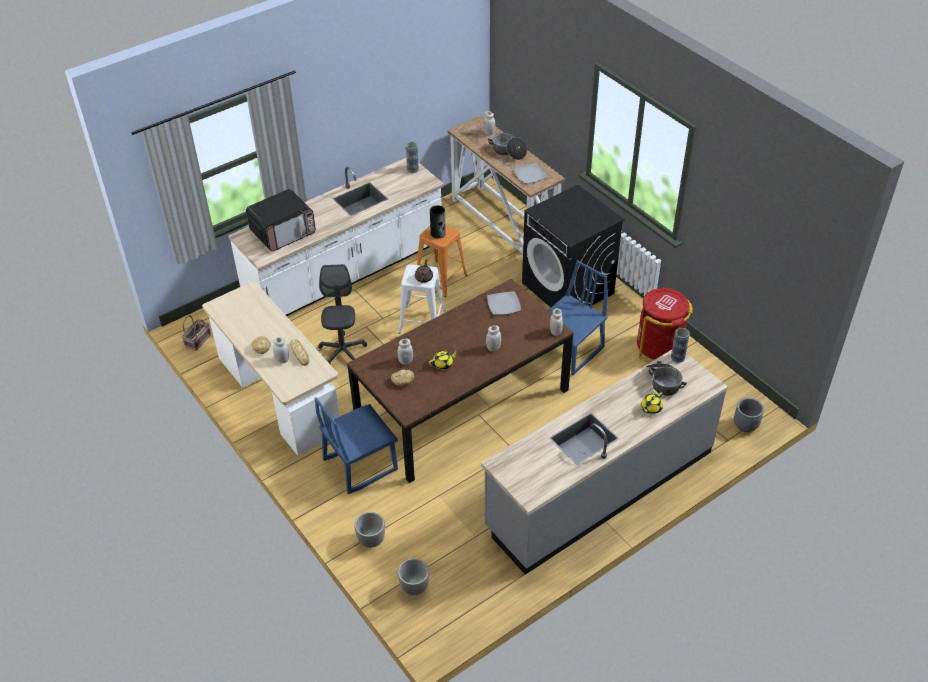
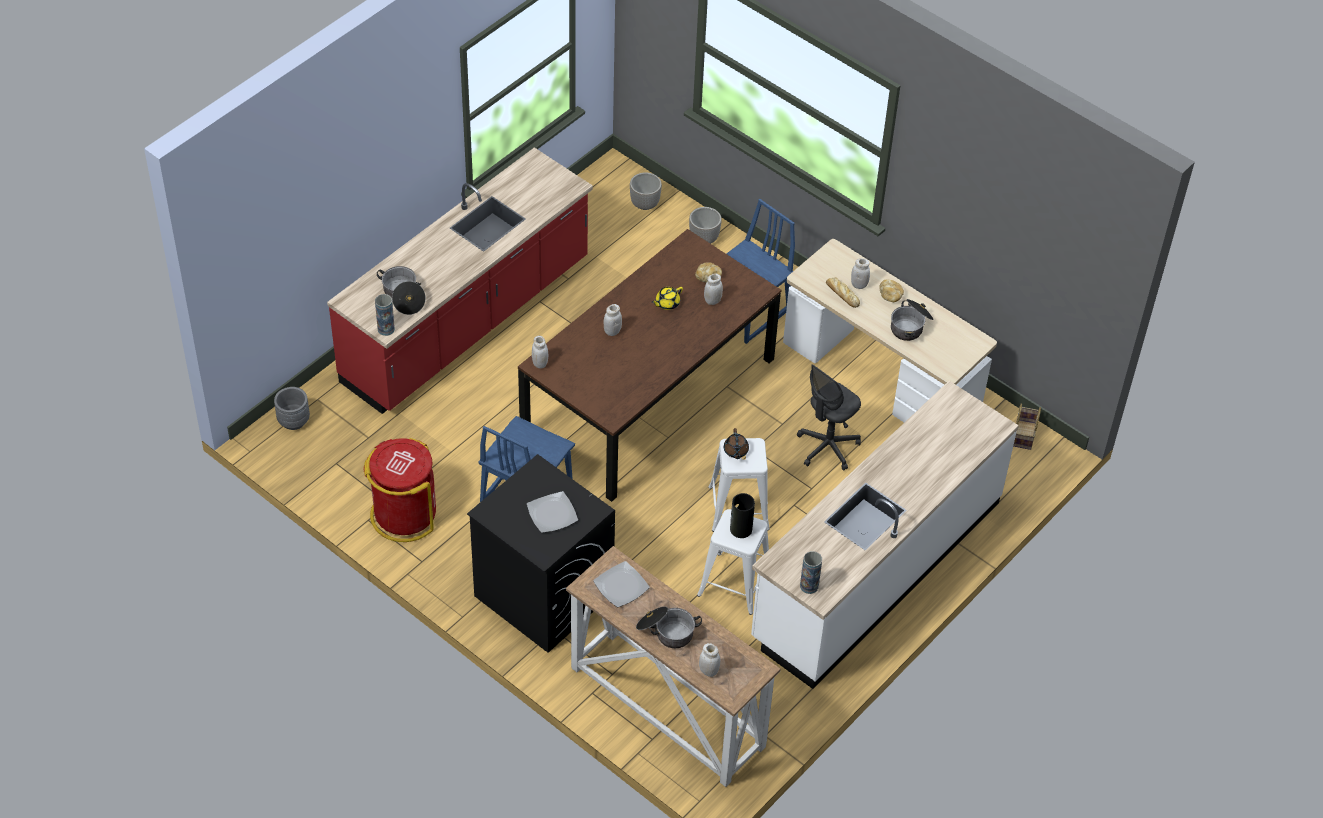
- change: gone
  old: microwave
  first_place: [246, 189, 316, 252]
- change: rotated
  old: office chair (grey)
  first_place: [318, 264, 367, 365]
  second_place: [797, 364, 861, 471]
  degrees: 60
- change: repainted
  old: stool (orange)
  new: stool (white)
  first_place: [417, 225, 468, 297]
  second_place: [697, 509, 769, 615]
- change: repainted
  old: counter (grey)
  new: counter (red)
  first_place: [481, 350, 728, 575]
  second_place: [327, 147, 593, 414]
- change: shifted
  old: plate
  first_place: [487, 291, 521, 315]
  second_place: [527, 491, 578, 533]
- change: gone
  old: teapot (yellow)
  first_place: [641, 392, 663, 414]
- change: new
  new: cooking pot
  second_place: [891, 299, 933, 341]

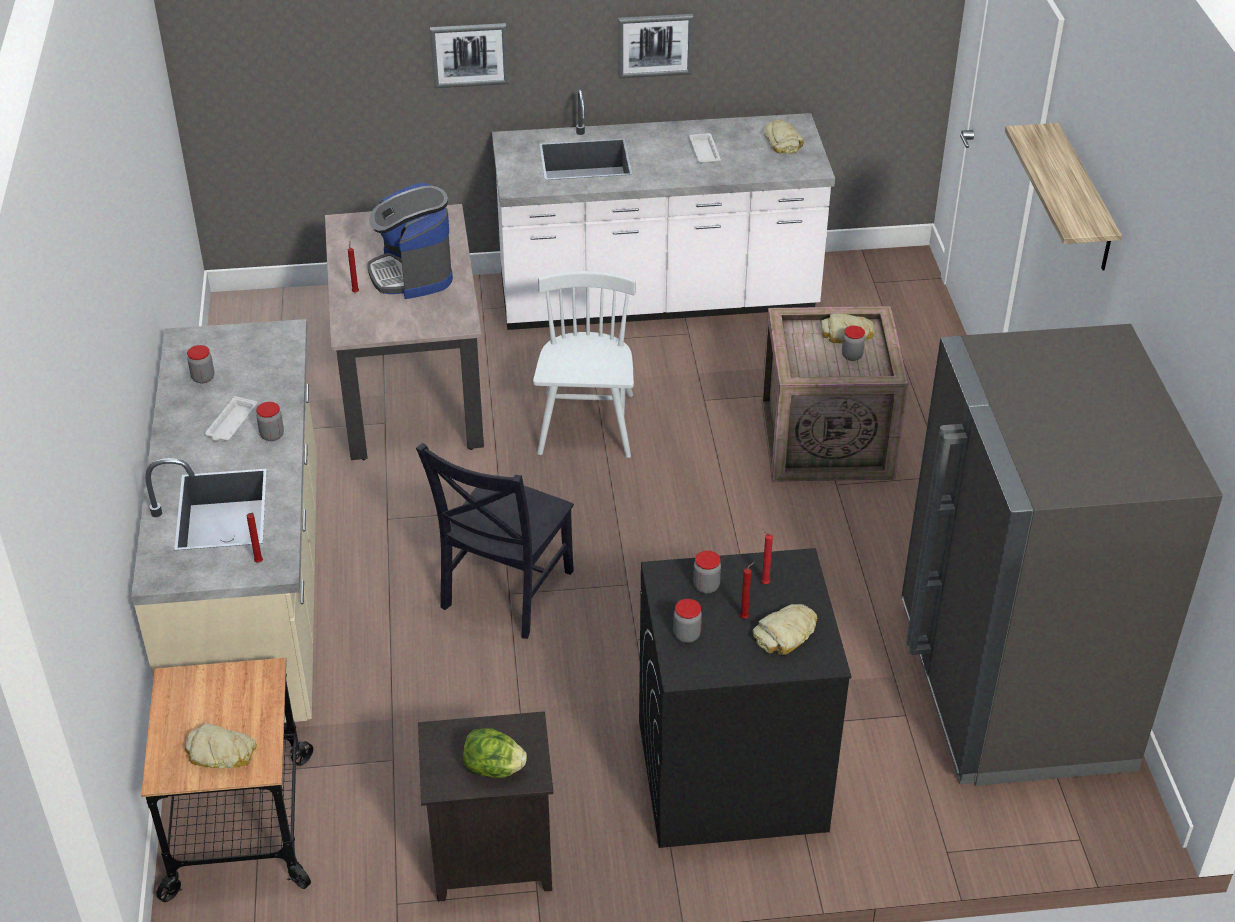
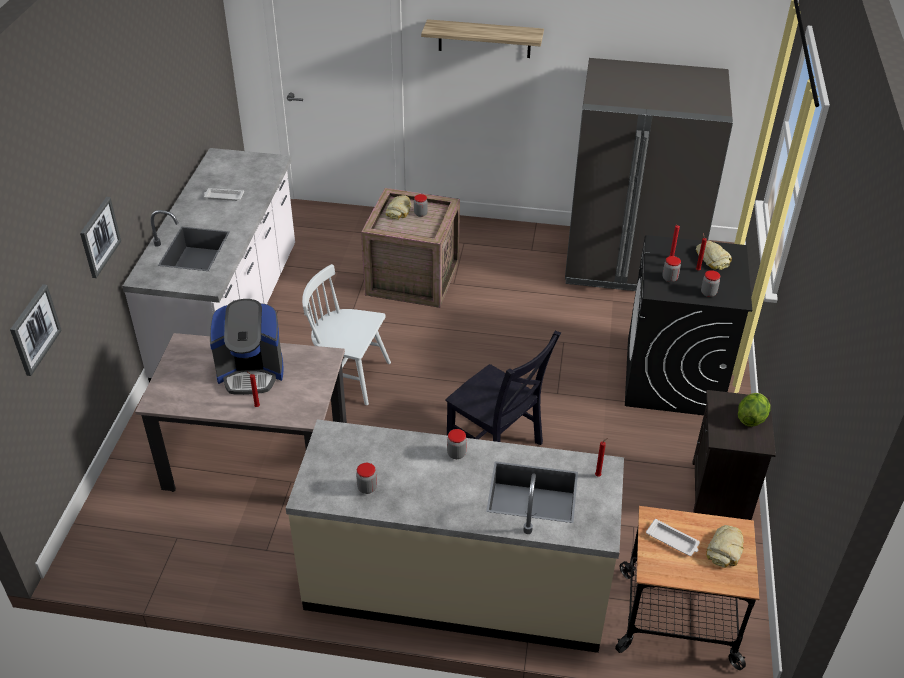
- change: shifted
  old: tray (white)
  first_place: [205, 396, 258, 441]
  second_place: [646, 519, 700, 556]
- change: shifted
  old: picture
  first_place: [618, 14, 694, 78]
  second_place: [10, 284, 62, 376]
- change: gone
  old: bread
  first_place: [763, 119, 804, 154]

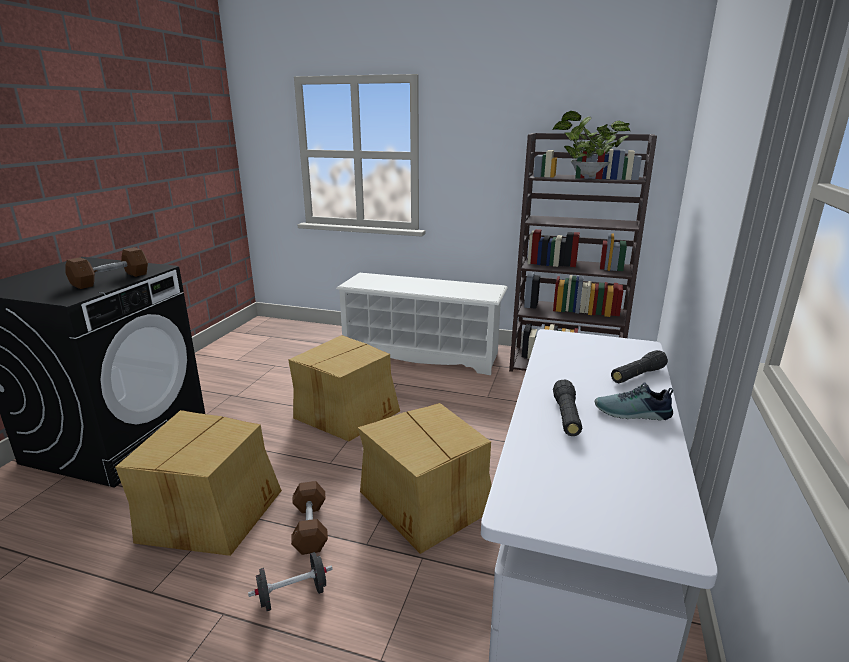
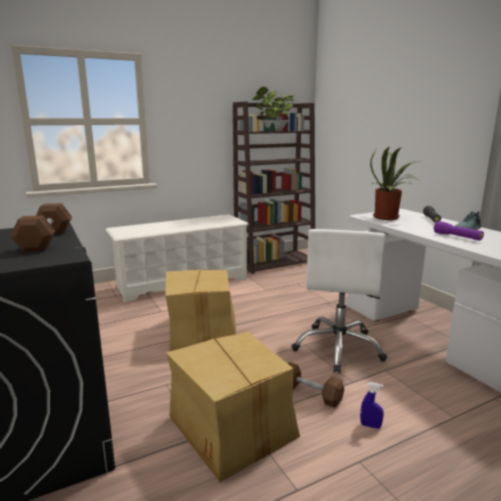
- change: swapped
  old: dumbbell (black)
  new: spray bottle (blue)
  first_place: [248, 552, 333, 611]
  second_place: [360, 382, 384, 429]
- change: swapped
  old: cardboard box
  new: office chair (white)
  first_place: [358, 403, 492, 554]
  second_place: [292, 229, 387, 373]
- change: repainted
  old: flashlight (black)
  new: flashlight (purple)
  first_place: [553, 379, 582, 436]
  second_place: [433, 221, 484, 240]
- change: new
  new: potted plant
  second_place: [370, 146, 420, 220]

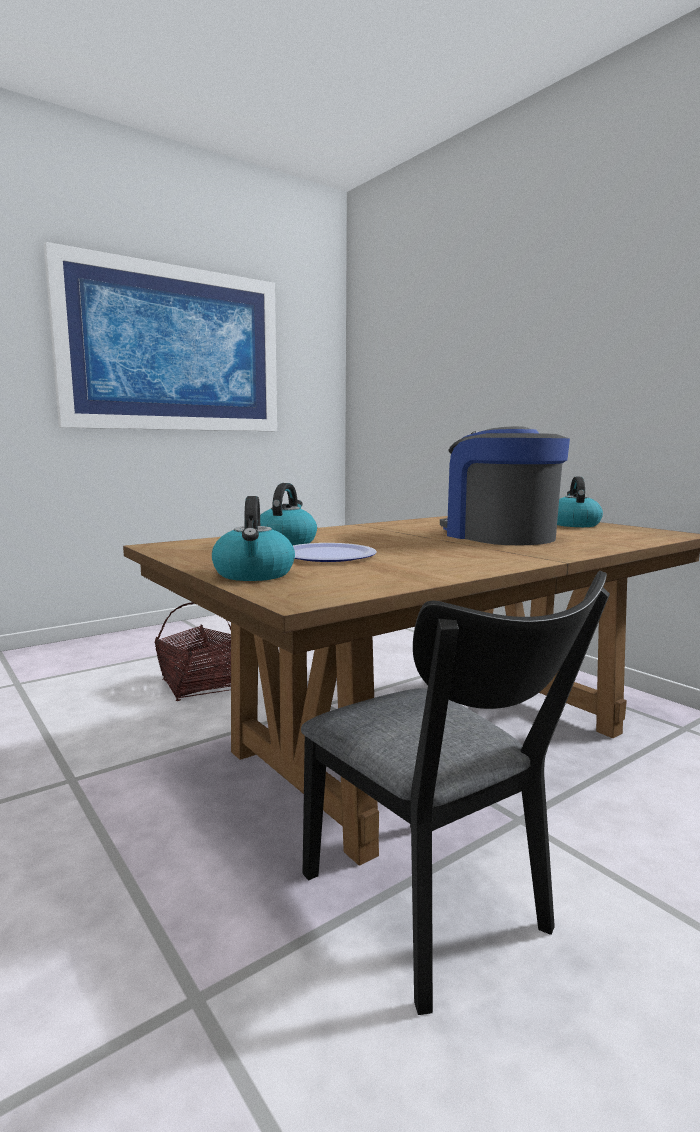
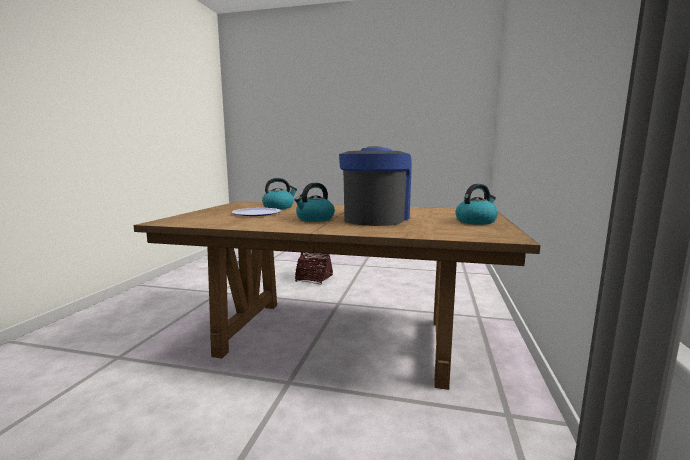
- change: gone
  old: picture
  first_place: [43, 242, 277, 431]
- change: shifted
  old: kettle
  first_place: [212, 496, 295, 581]
  second_place: [294, 183, 335, 222]
- change: gone
  old: chair (black)
  first_place: [301, 571, 610, 1015]

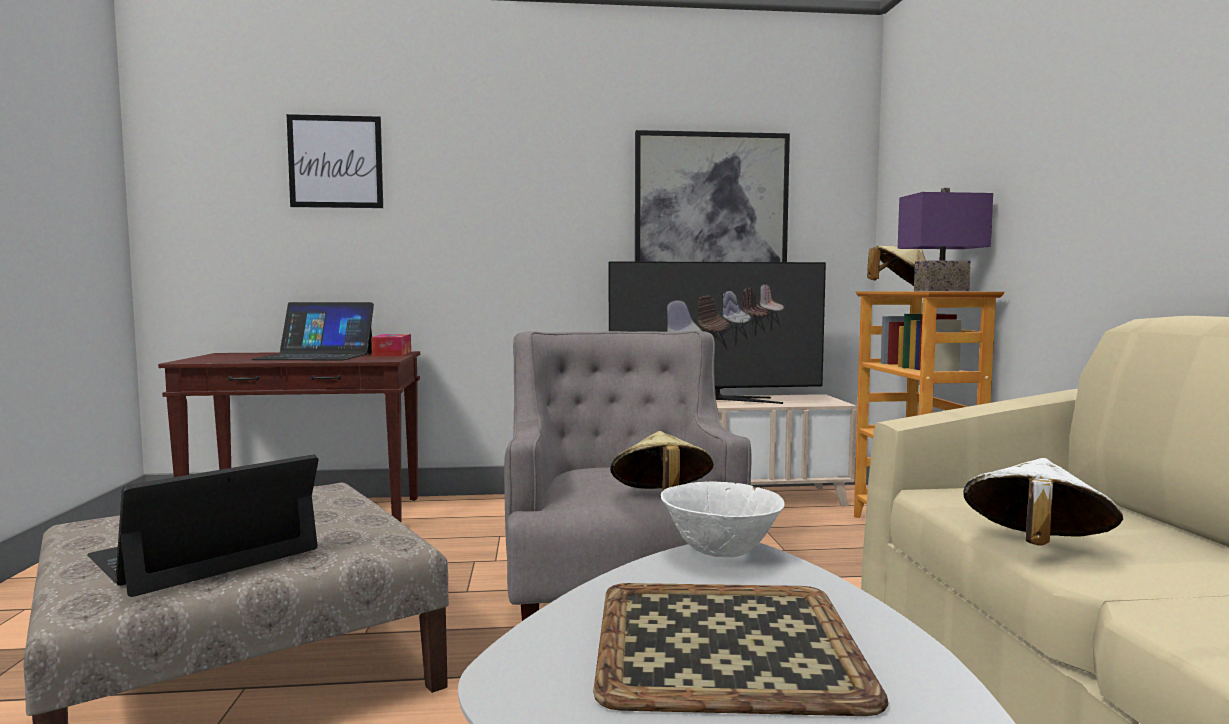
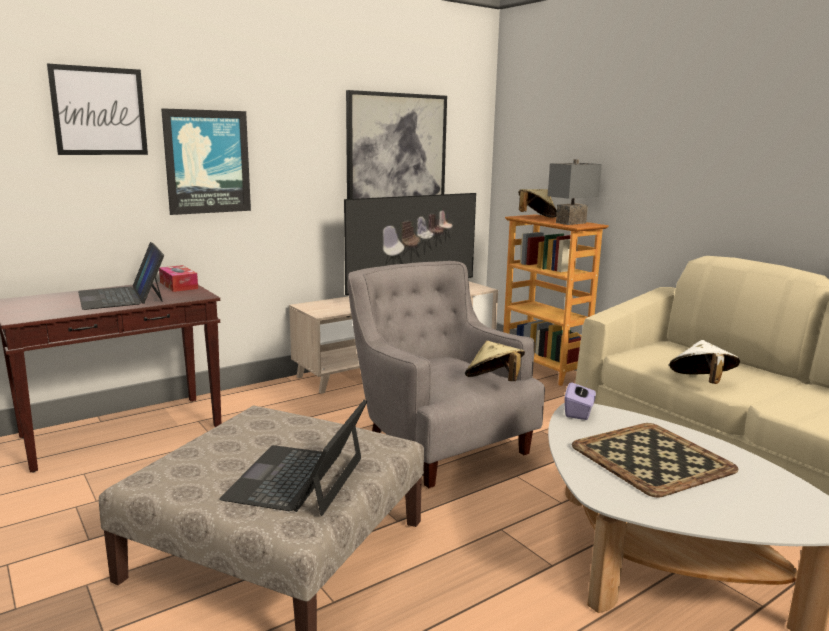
- change: rotated
  old: laptop
  first_place: [251, 302, 374, 360]
  second_place: [78, 242, 164, 310]
  degrees: 90
- change: swapped
  old: bowl (white)
  new: tissue box (purple)
  first_place: [661, 482, 785, 557]
  second_place: [565, 381, 596, 420]
- change: repainted
  old: table lamp (purple)
  new: table lamp (grey)
  first_place: [898, 188, 993, 291]
  second_place: [548, 159, 602, 225]
- change: new
  new: picture
  second_place: [161, 108, 251, 215]

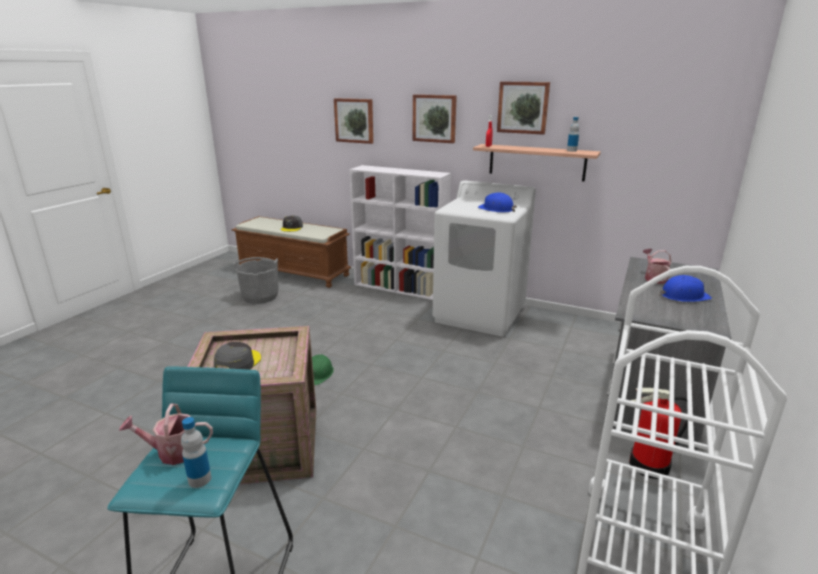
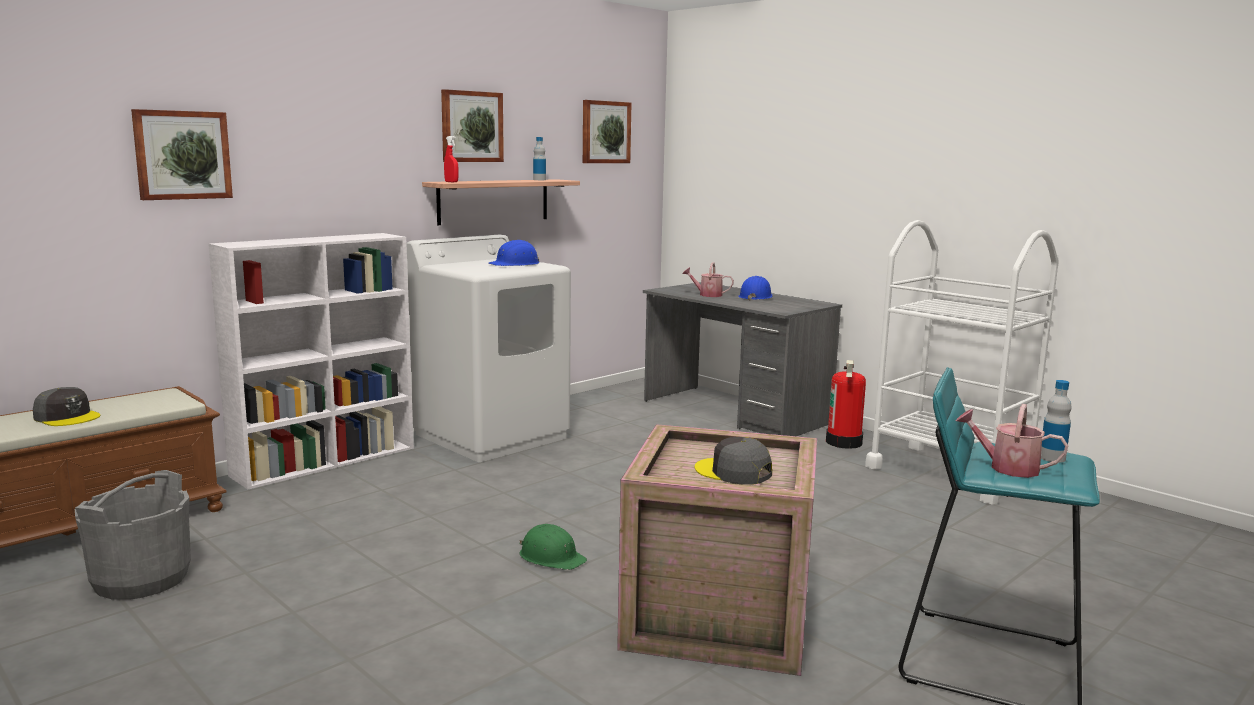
- change: rotated
  old: watering can
  first_place: [119, 404, 213, 465]
  second_place: [956, 404, 1068, 478]
  degrees: 105
- change: shifted
  old: picture
  first_place: [413, 94, 457, 143]
  second_place: [583, 100, 631, 163]

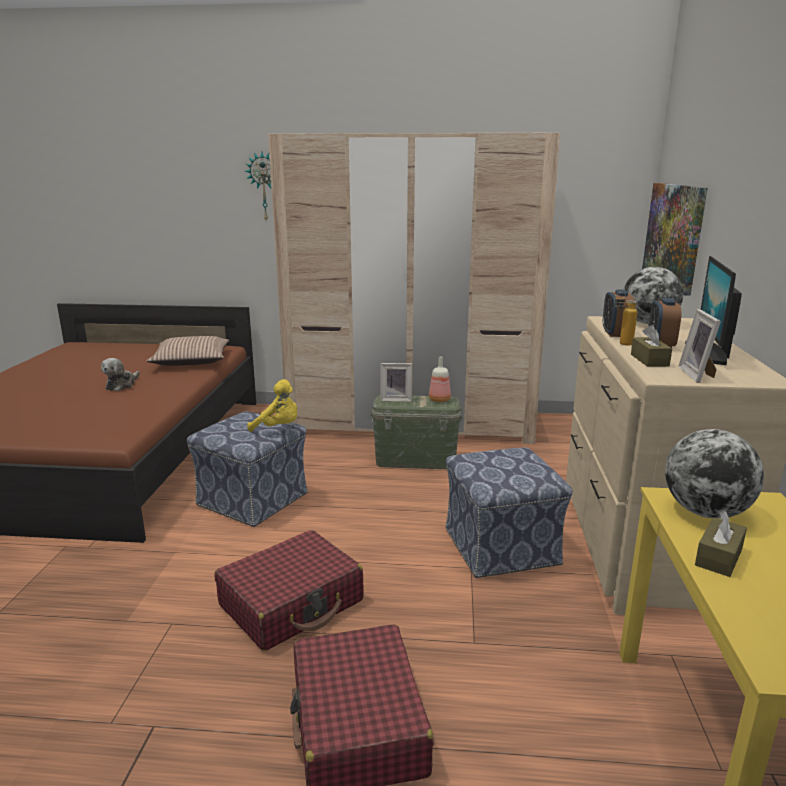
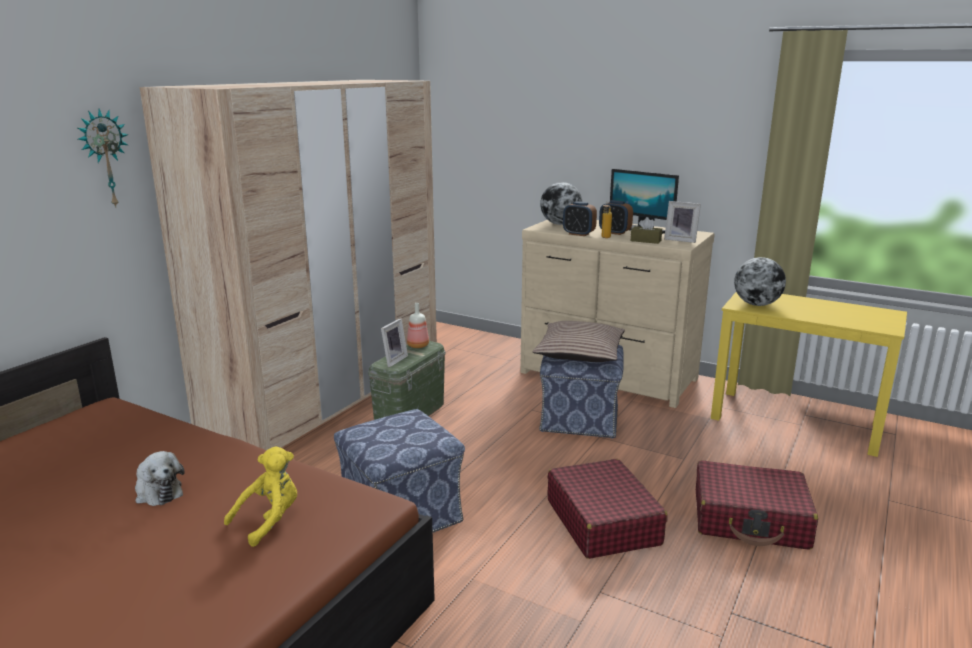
- change: shifted
  old: pillow
  first_place: [147, 336, 229, 366]
  second_place: [533, 321, 625, 362]
- change: shifted
  old: plush toy (yellow)
  first_place: [247, 379, 297, 432]
  second_place: [224, 446, 297, 547]
- change: gone
  old: picture
  first_place: [642, 183, 708, 296]
- change: gone
  old: tissue box (brown)
  first_place: [695, 511, 747, 577]

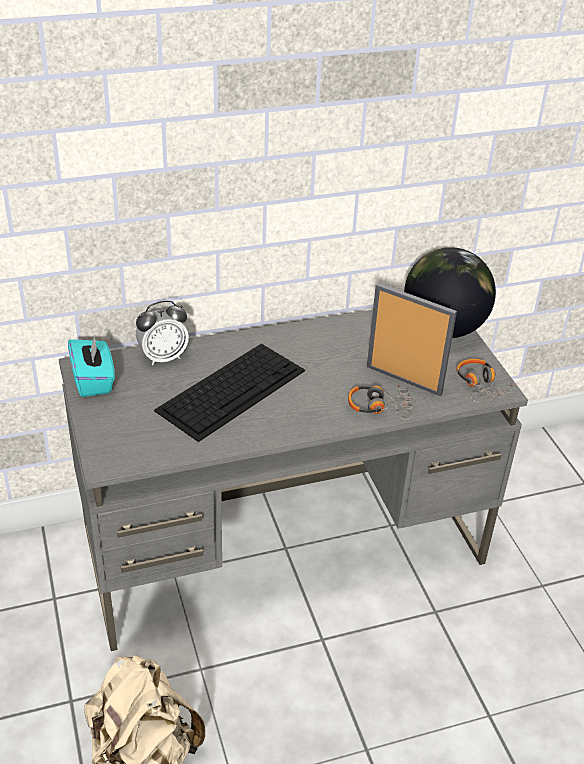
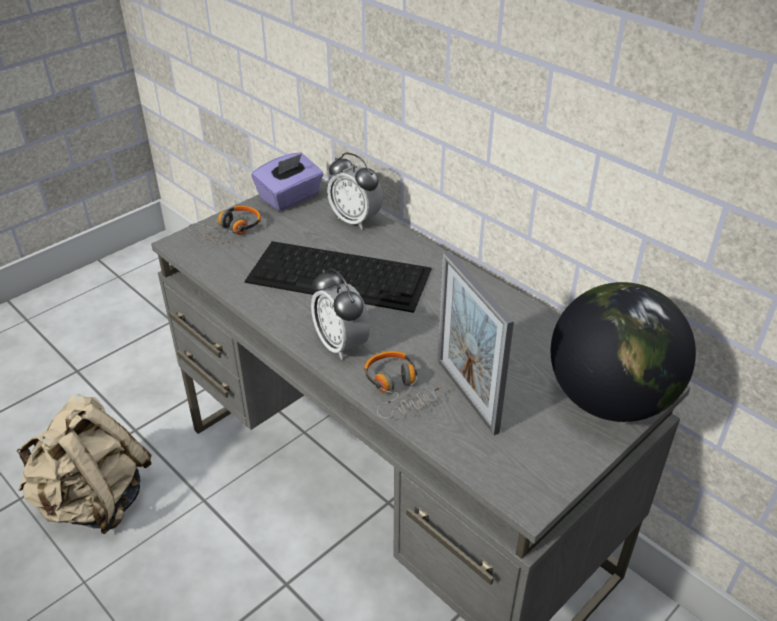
- change: repainted
  old: tissue box (turquoise)
  new: tissue box (purple)
  first_place: [68, 336, 115, 397]
  second_place: [252, 153, 324, 211]
- change: rotated
  old: picture frame
  first_place: [367, 283, 457, 396]
  second_place: [437, 250, 514, 435]
  degrees: 150
- change: shifted
  old: headphones
  first_place: [457, 359, 515, 402]
  second_place: [188, 206, 261, 244]
- change: new
  new: alarm clock
  second_place: [311, 268, 370, 360]

